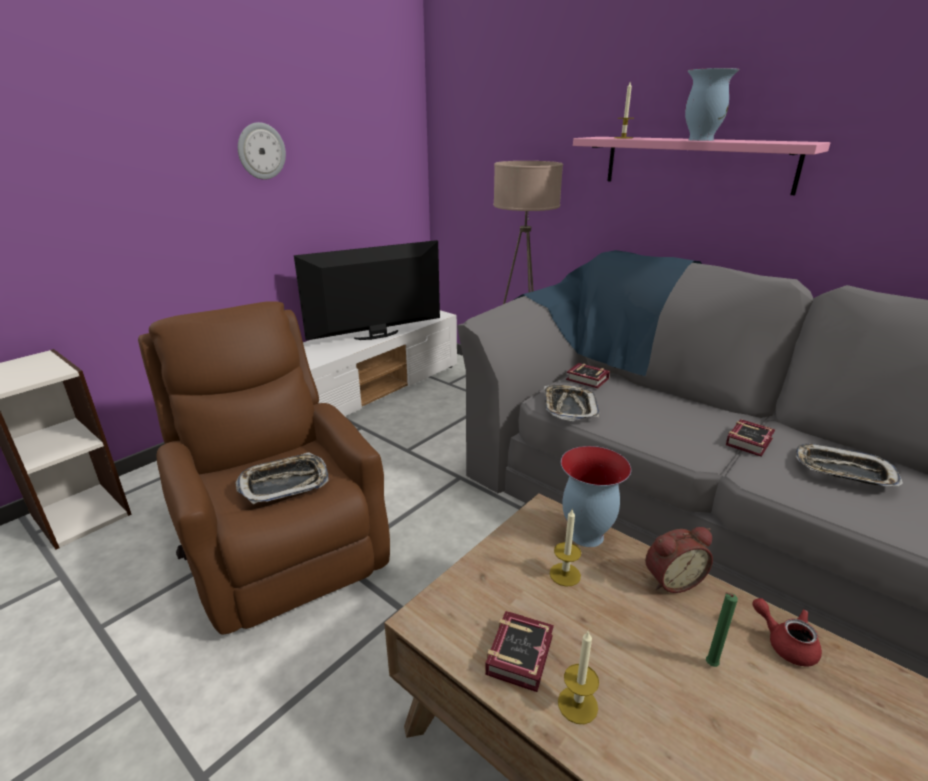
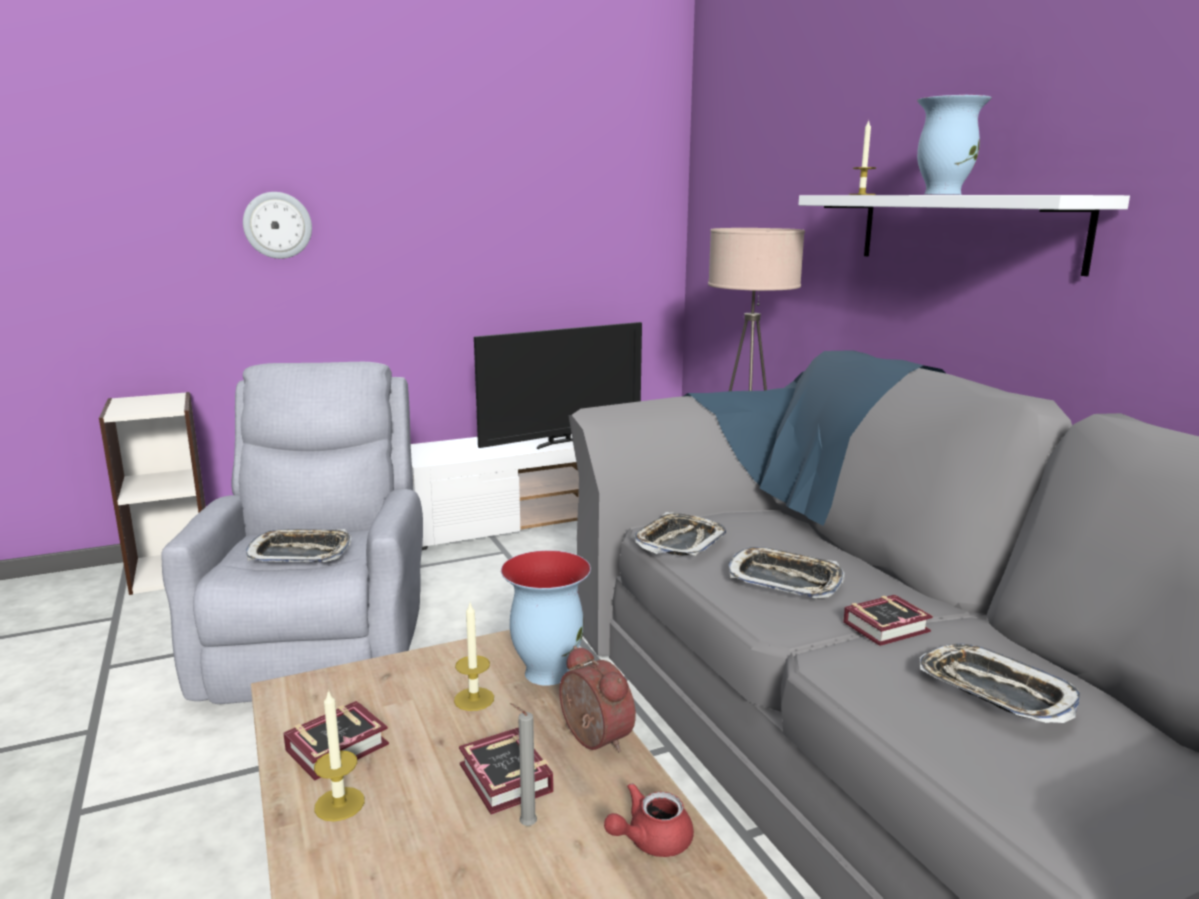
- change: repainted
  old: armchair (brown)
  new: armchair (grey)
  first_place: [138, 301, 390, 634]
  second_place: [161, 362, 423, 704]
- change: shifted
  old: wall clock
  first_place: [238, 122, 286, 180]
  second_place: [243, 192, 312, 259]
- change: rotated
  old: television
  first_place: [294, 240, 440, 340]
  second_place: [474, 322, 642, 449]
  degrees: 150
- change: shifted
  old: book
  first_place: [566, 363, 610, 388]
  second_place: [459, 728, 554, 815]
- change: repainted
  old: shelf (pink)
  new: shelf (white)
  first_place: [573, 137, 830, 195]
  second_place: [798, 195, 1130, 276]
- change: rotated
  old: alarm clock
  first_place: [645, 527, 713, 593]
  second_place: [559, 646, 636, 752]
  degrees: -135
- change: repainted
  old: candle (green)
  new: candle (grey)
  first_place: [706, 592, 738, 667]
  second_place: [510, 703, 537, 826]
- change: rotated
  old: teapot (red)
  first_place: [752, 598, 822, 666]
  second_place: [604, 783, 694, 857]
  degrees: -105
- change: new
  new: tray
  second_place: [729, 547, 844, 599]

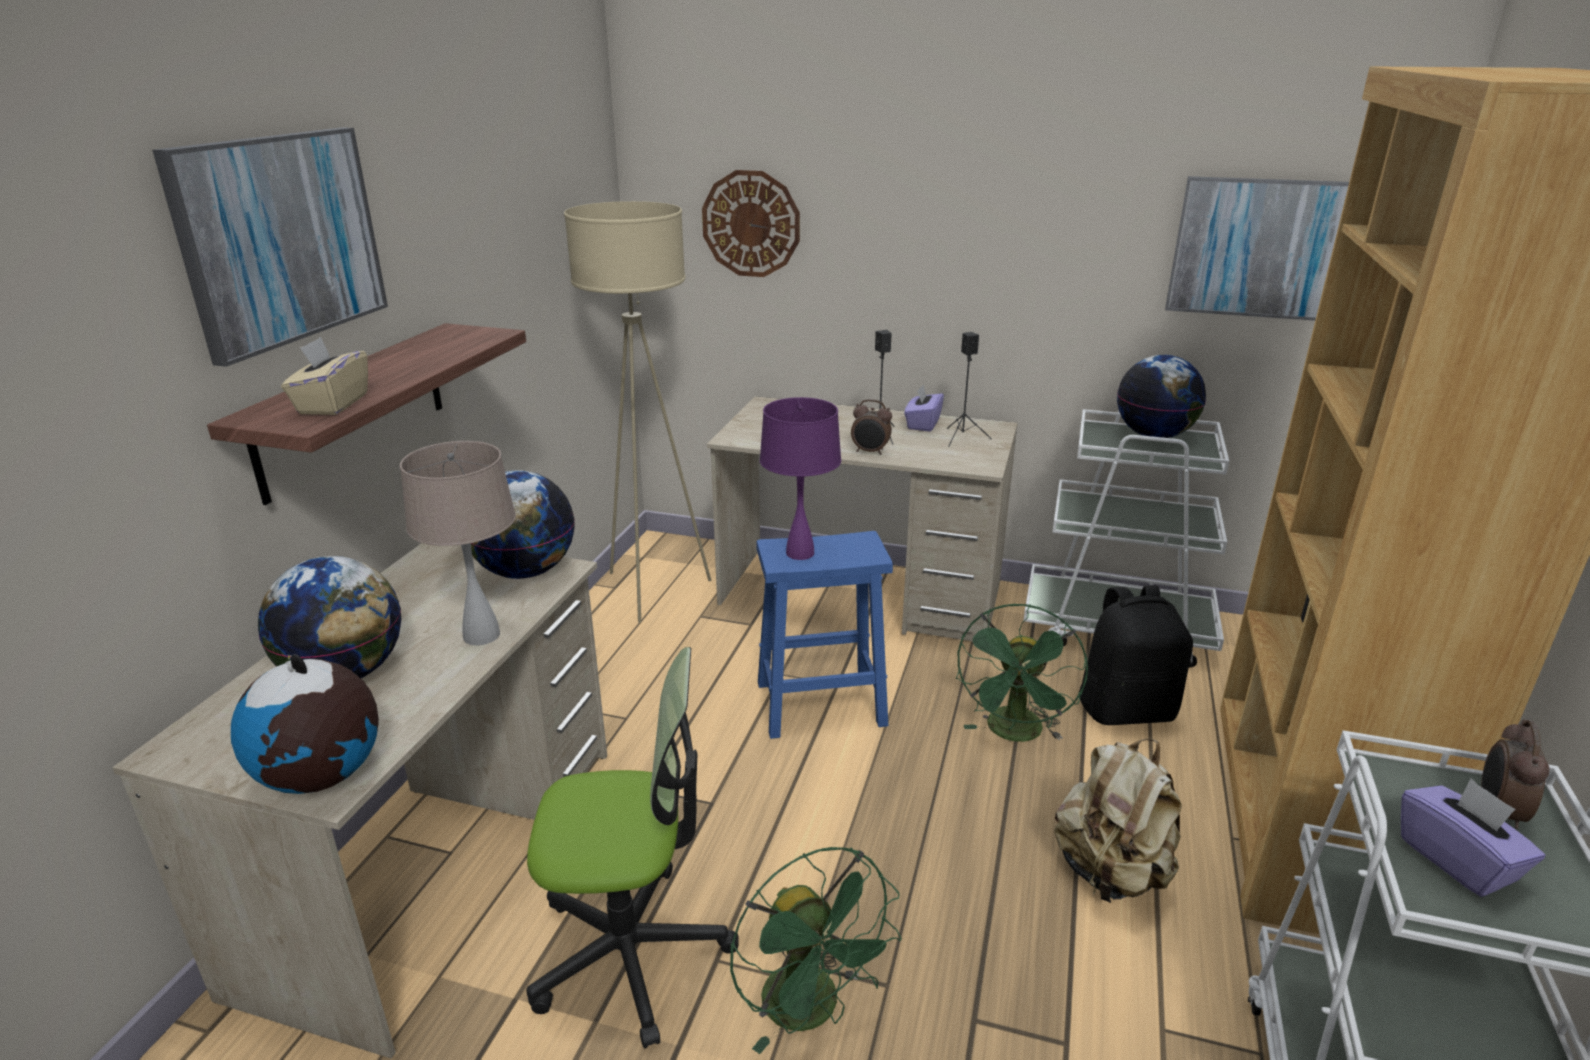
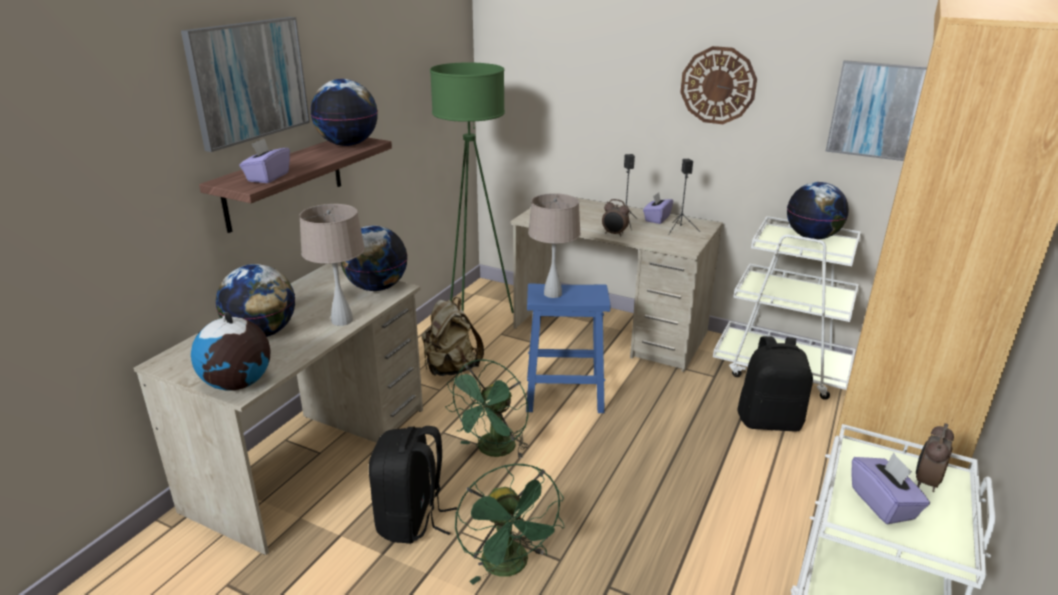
- change: repainted
  old: tissue box (beige)
  new: tissue box (purple)
  first_place: [281, 337, 368, 415]
  second_place: [239, 139, 290, 183]
- change: swapped
  old: office chair
  new: backpack (black)
  first_place: [526, 647, 739, 1049]
  second_place: [369, 426, 457, 544]
- change: repainted
  old: floor lamp (beige)
  new: floor lamp (green)
  first_place: [564, 201, 711, 623]
  second_place: [430, 63, 514, 313]
- change: shifted
  old: wall clock
  first_place: [702, 170, 800, 277]
  second_place: [680, 46, 757, 124]
- change: repainted
  old: table lamp (purple)
  new: table lamp (beige)
  first_place: [760, 397, 841, 560]
  second_place: [528, 193, 581, 298]
- change: shifted
  old: fan (green)
  first_place: [956, 604, 1088, 742]
  second_place: [445, 359, 529, 459]
- change: shifted
  old: backpack (beige)
  first_place: [1054, 739, 1182, 903]
  second_place: [422, 297, 484, 376]
- change: new
  new: globe
  second_place: [311, 79, 378, 146]

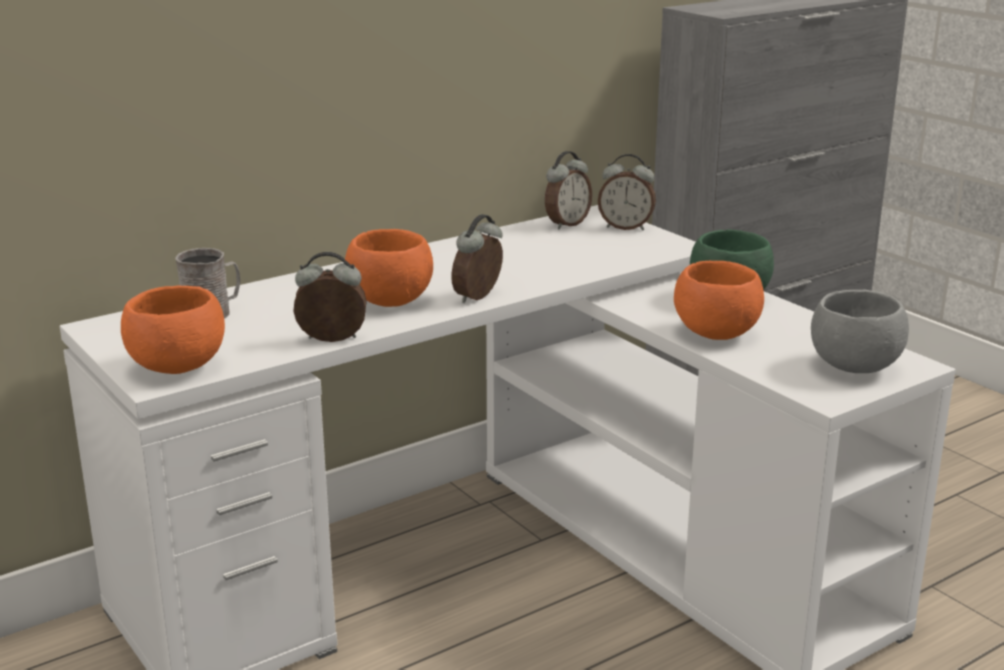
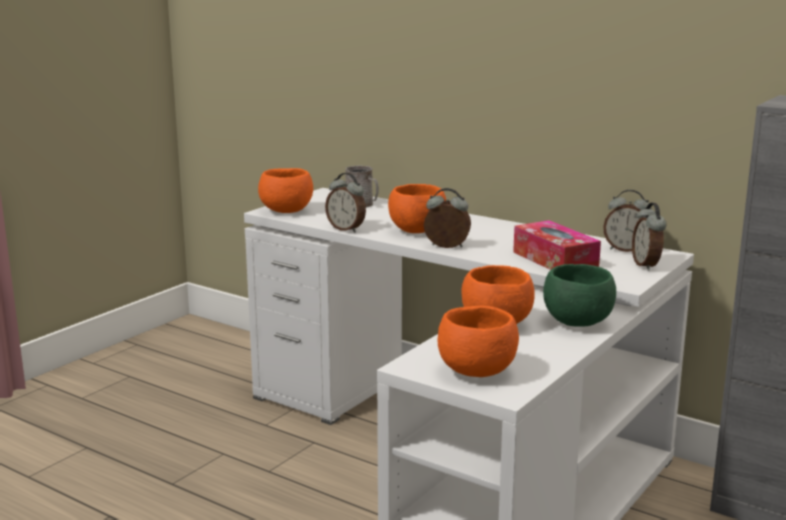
- change: rotated
  old: alarm clock
  first_place: [294, 252, 367, 342]
  second_place: [325, 173, 366, 233]
  degrees: 150
- change: repainted
  old: bowl (grey)
  new: bowl (orange)
  first_place: [811, 290, 909, 373]
  second_place: [438, 306, 519, 377]
- change: new
  new: tissue box
  second_place: [513, 220, 601, 270]

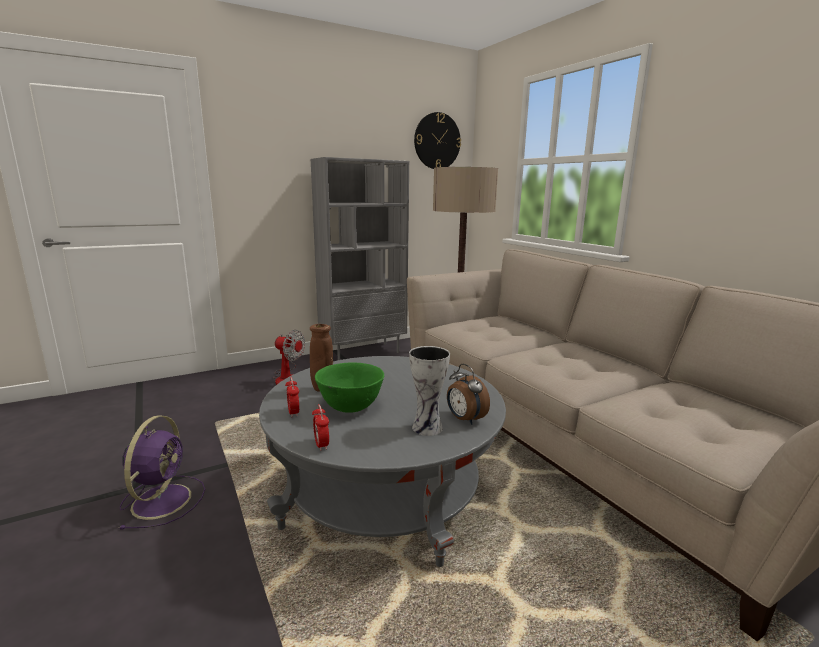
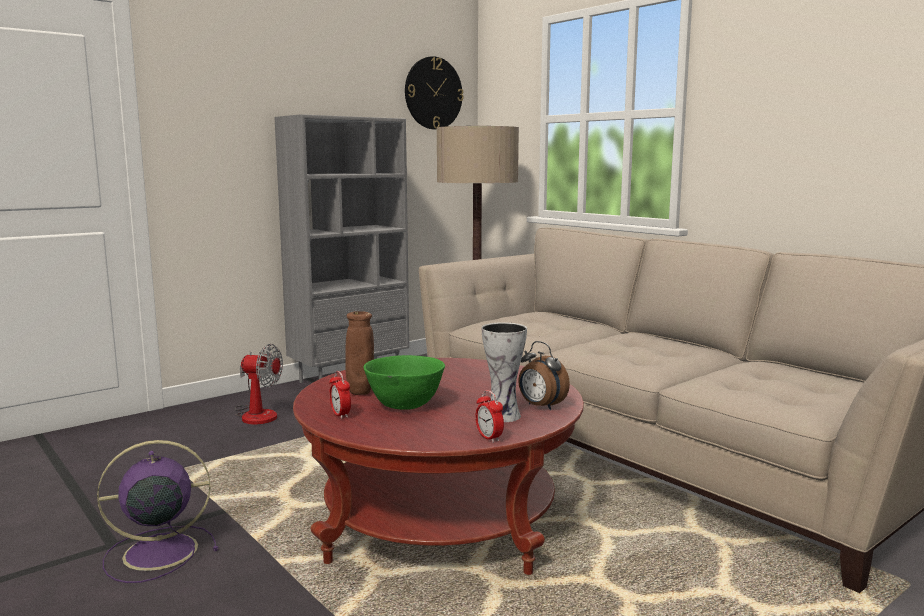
- change: rotated
  old: fan (purple)
  first_place: [120, 415, 205, 530]
  second_place: [97, 440, 218, 583]
  degrees: -105
- change: repainted
  old: coffee table (grey)
  new: coffee table (red)
  first_place: [259, 356, 506, 567]
  second_place: [293, 358, 584, 575]
- change: shifted
  old: alarm clock
  first_place: [312, 404, 329, 451]
  second_place: [475, 390, 504, 443]

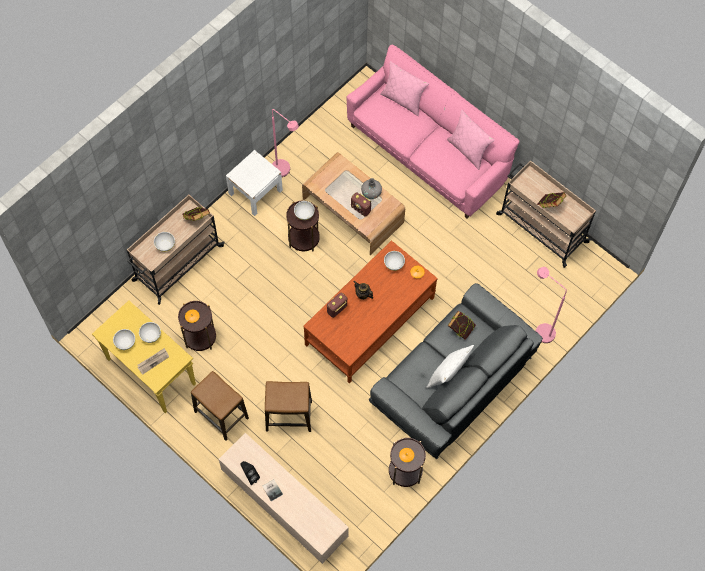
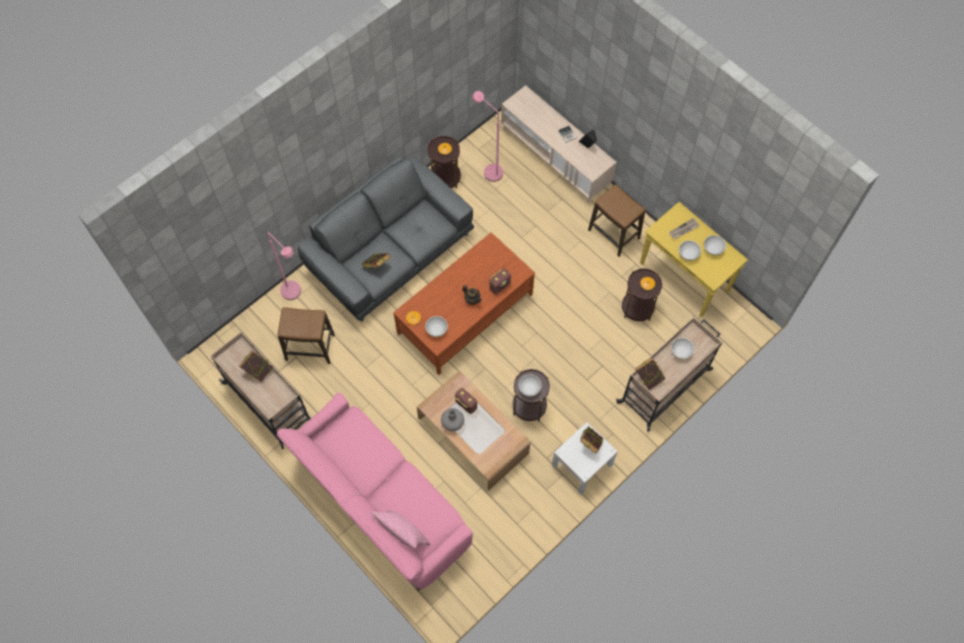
- change: shifted
  old: stool
  first_place: [265, 381, 312, 432]
  second_place: [278, 307, 335, 364]
- change: shifted
  old: floor lamp (pink)
  first_place: [272, 109, 299, 177]
  second_place: [472, 91, 503, 182]
- change: gone
  old: pillow (white)
  first_place: [426, 345, 474, 388]
- change: gone
  old: pillow (pink)
  first_place: [447, 110, 495, 170]
- change: new
  new: book
  second_place: [580, 426, 604, 454]

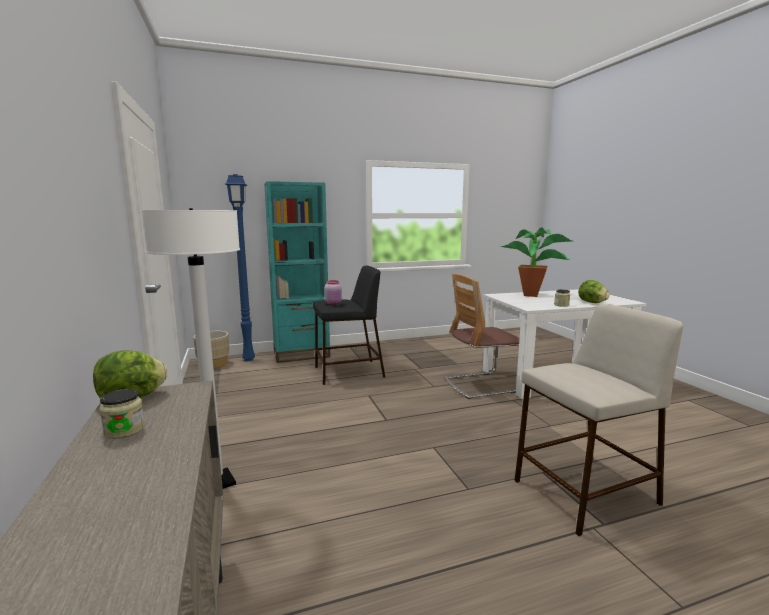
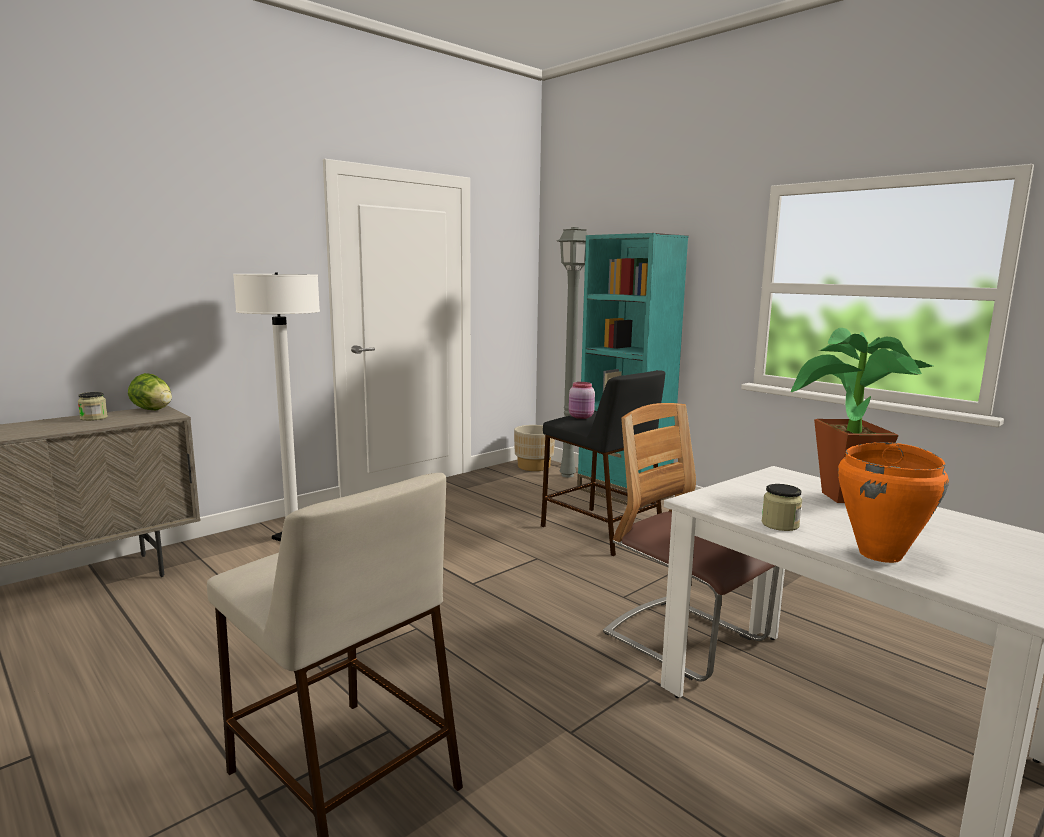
- change: repainted
  old: floor lamp (blue)
  new: floor lamp (grey)
  first_place: [225, 174, 255, 362]
  second_place: [557, 227, 588, 477]
- change: swapped
  old: lettuce
  new: cooking pot (orange)
  first_place: [578, 280, 610, 303]
  second_place: [838, 442, 949, 563]

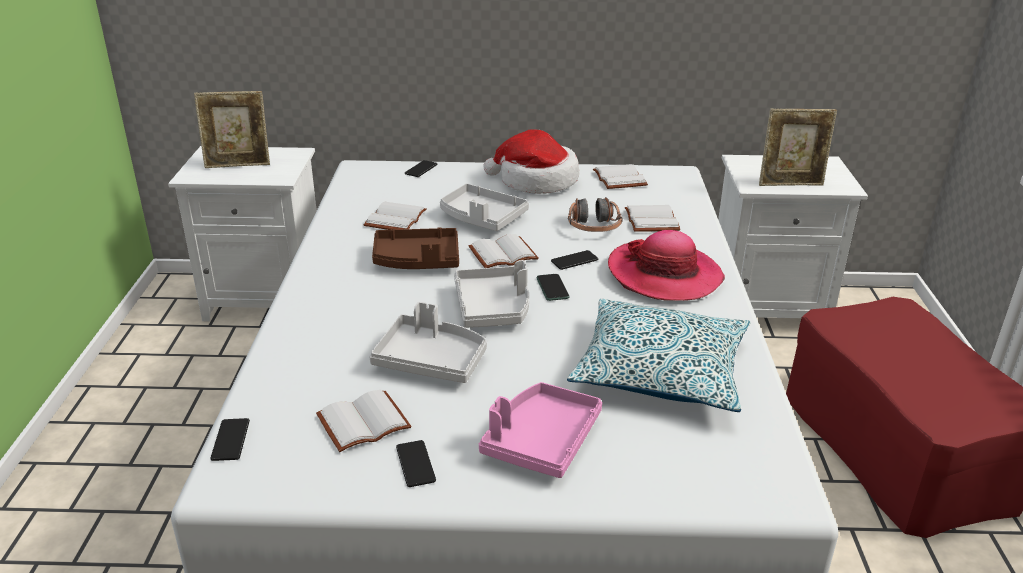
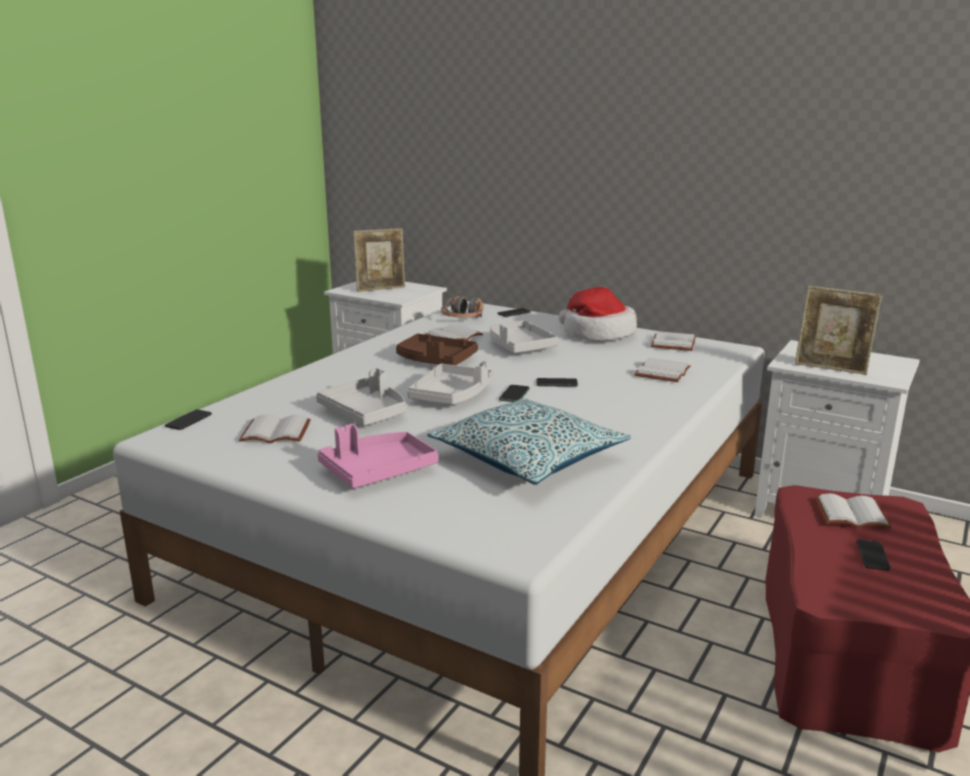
- change: rotated
  old: picture frame
  first_place: [194, 91, 270, 168]
  second_place: [353, 228, 405, 292]
  degrees: -45
- change: shifted
  old: phone
  first_place: [396, 440, 436, 487]
  second_place: [856, 539, 891, 571]
- change: shifted
  old: book (white)
  first_place: [469, 234, 539, 268]
  second_place: [815, 493, 892, 528]
- change: shifted
  old: headphones
  first_place: [568, 197, 623, 232]
  second_place: [441, 296, 483, 318]
- change: gone
  old: hat
  first_place: [608, 230, 725, 301]

